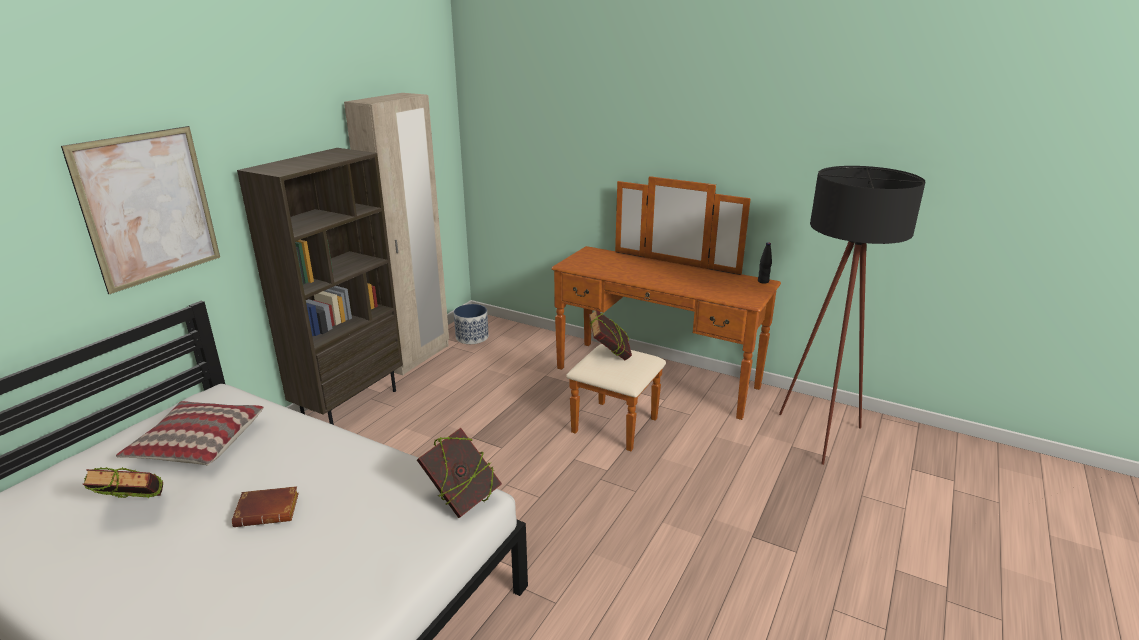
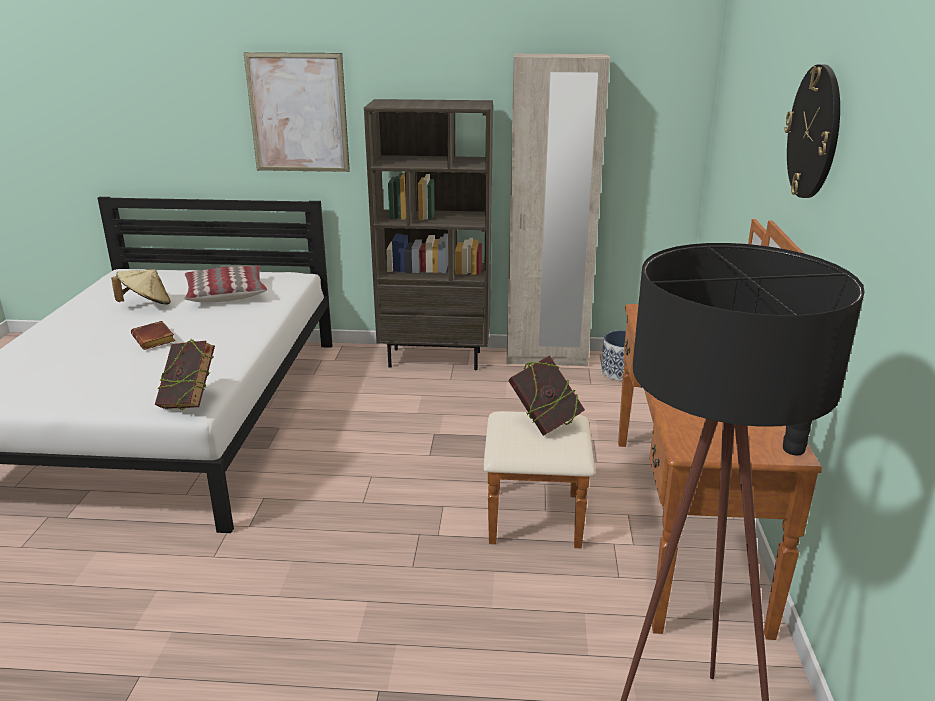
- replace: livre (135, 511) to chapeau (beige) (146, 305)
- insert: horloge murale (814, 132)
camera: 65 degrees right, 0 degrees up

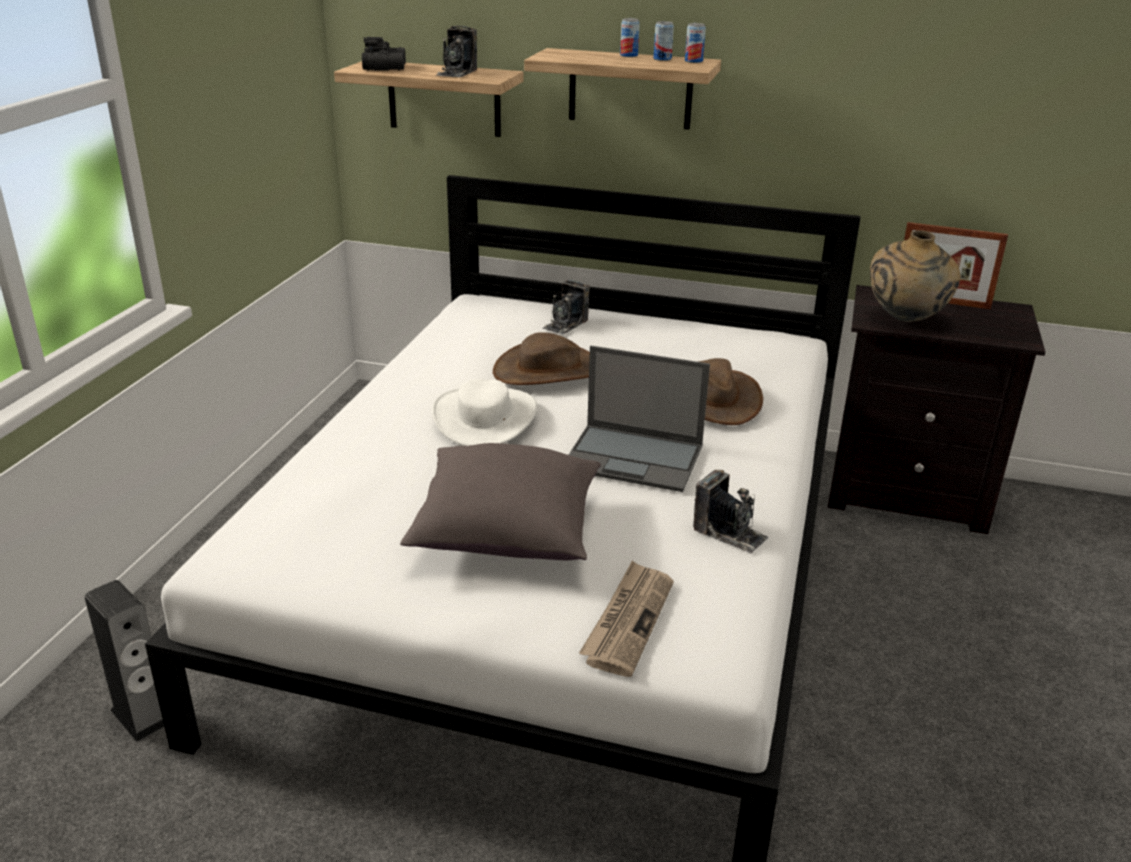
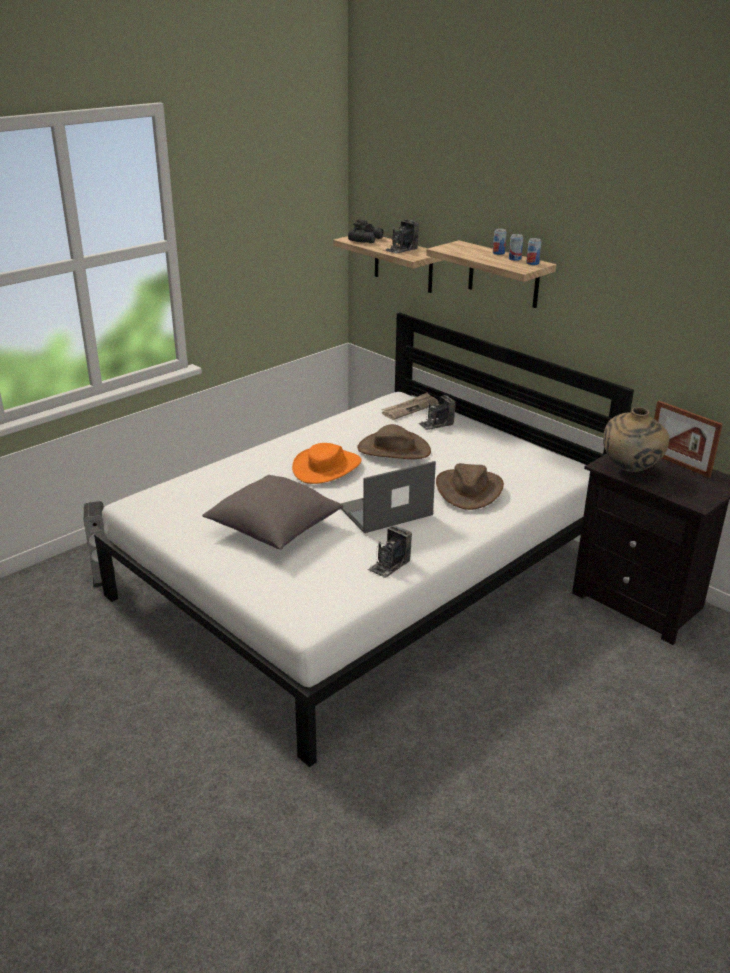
- recolor: chapeau (blanc) (485, 418) to chapeau (orange) (327, 467)
- rotate: ordinateur portable (635, 458) = (384, 511) 105 degrees clockwise
- move: journal (628, 620) to (410, 408)
- rotate: appareil photo (729, 533) = (389, 565) 60 degrees clockwise
camera: 30 degrees right, 0 degrees up

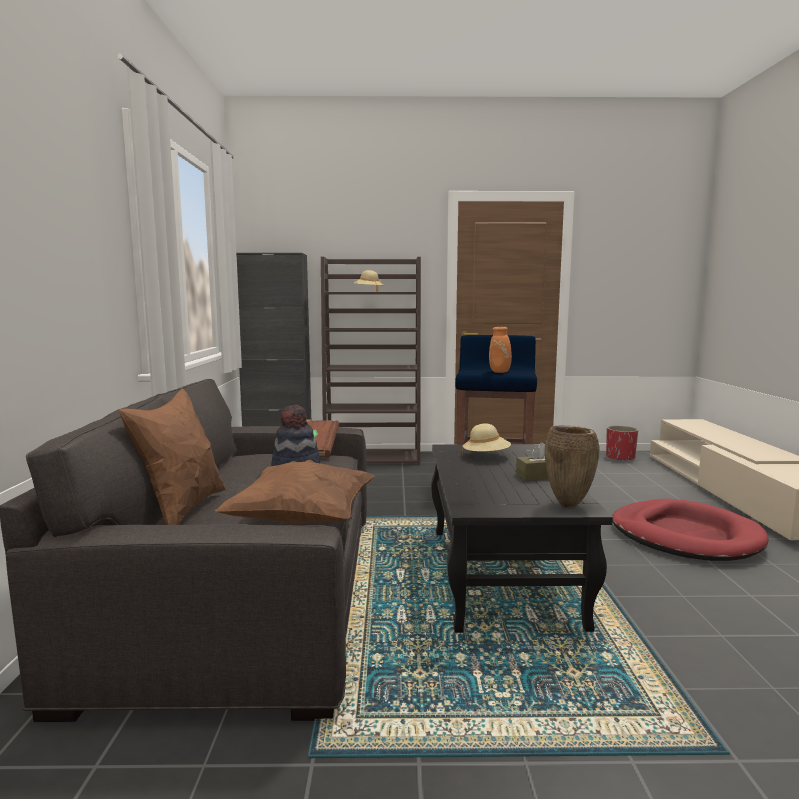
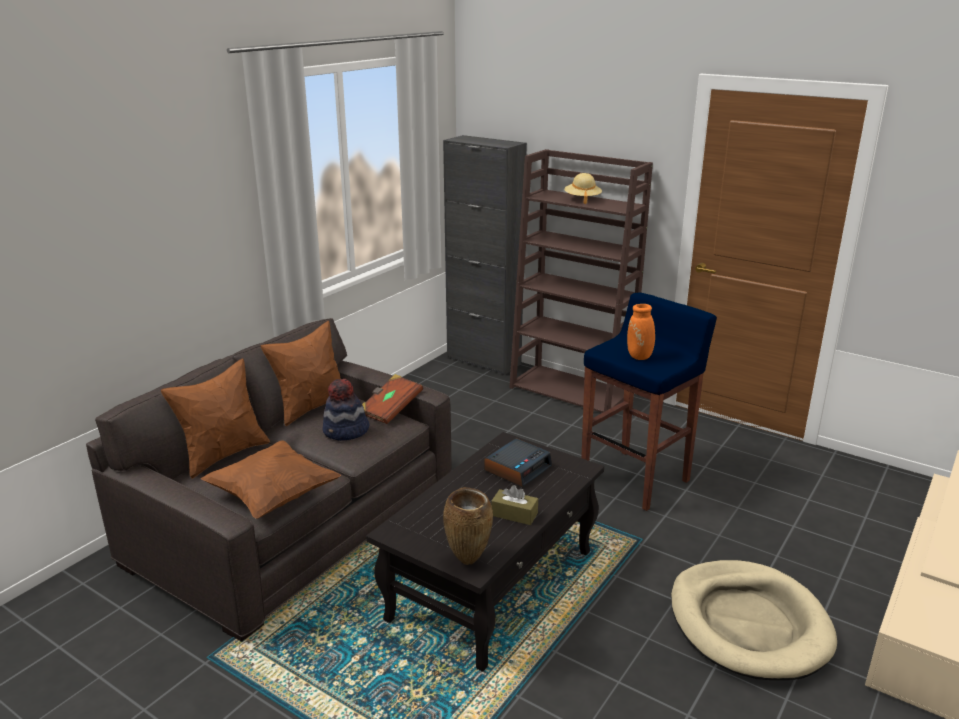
- replace: chapeau (beige) (486, 456) to réveil (518, 468)
- delete: cache-pot (rouge) (620, 458)
- recolor: panier pour chien (rouge) (685, 536) to panier pour chien (beige) (748, 624)
- insert: coussin (marron) (311, 407)
camera: 35 degrees right, 15 degrees up

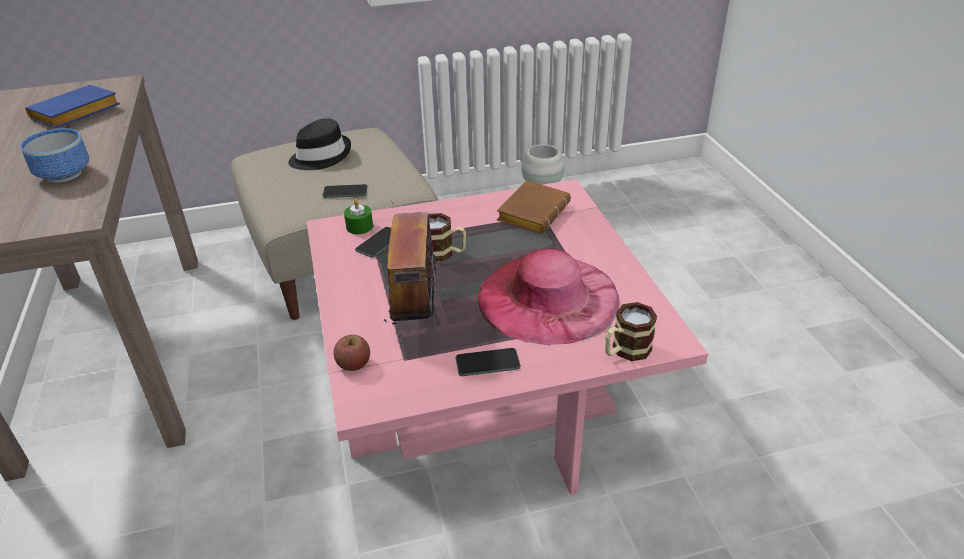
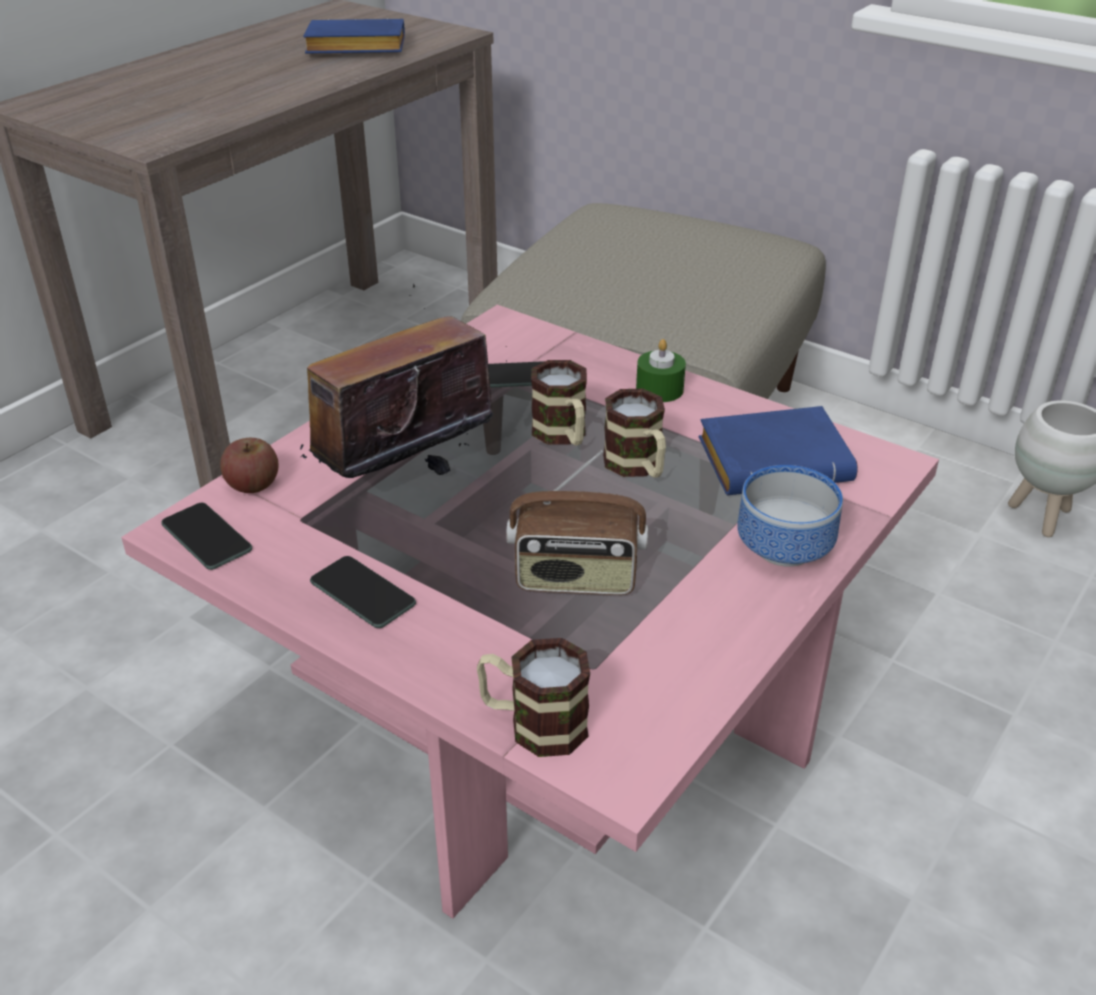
- move: bol (67, 174) to (788, 548)
- delete: chapeau (noir) (320, 156)
- move: téléphone (345, 192) to (206, 537)
- move: bougie (vert) (359, 227) to (659, 389)
- replace: chapeau (rose) (548, 297) to radio (576, 578)
- recolor: livre (marron) (532, 212) to livre (bleu) (776, 460)
- insert: mug (638, 467)
camera: 50 degrees right, 0 degrees up

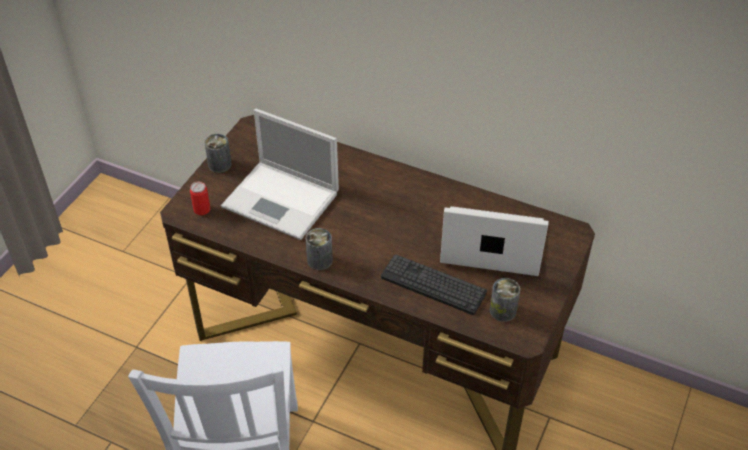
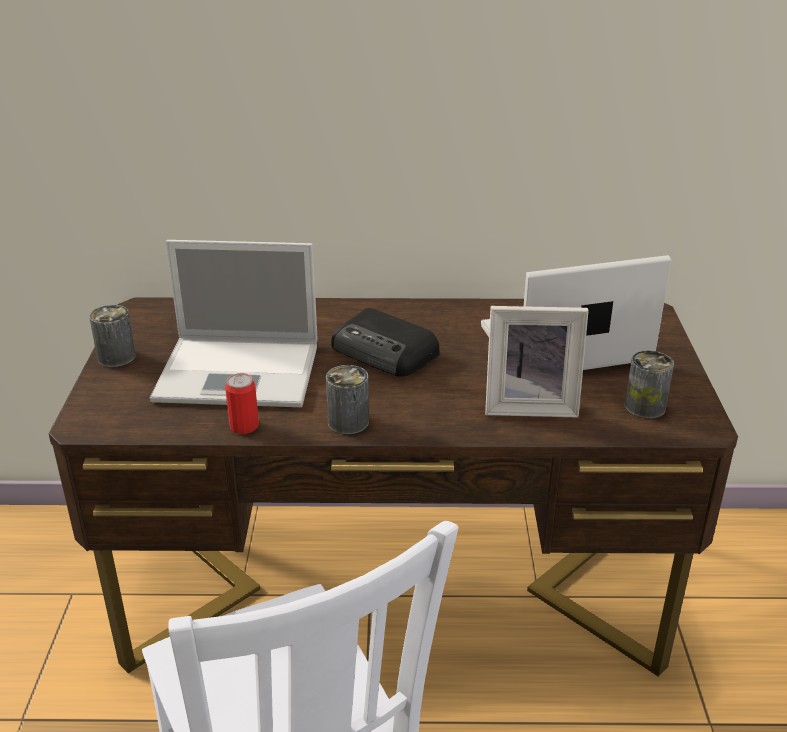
- move: boîte métallique (202, 209) to (244, 426)
- replace: clavier (433, 285) to cadre photo (530, 405)
- insert: radio (385, 352)
camera: 25 degrees left, 15 degrees down

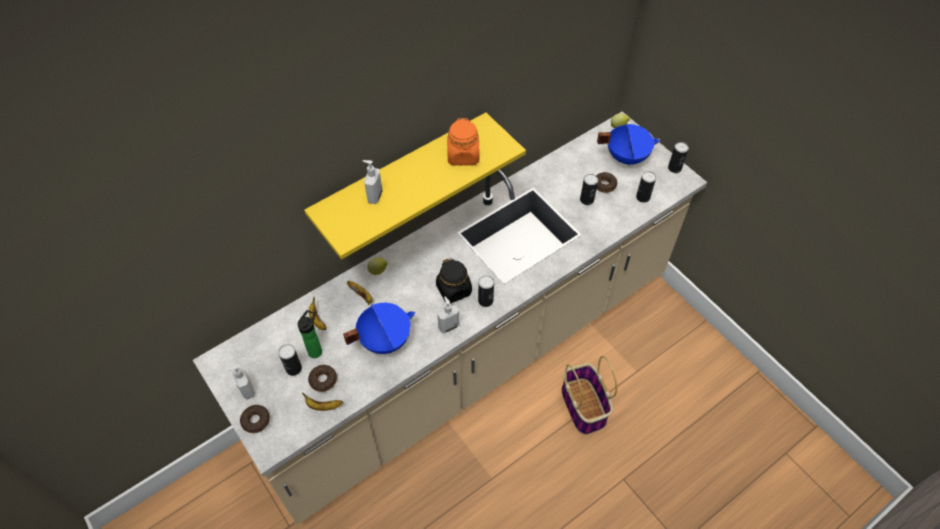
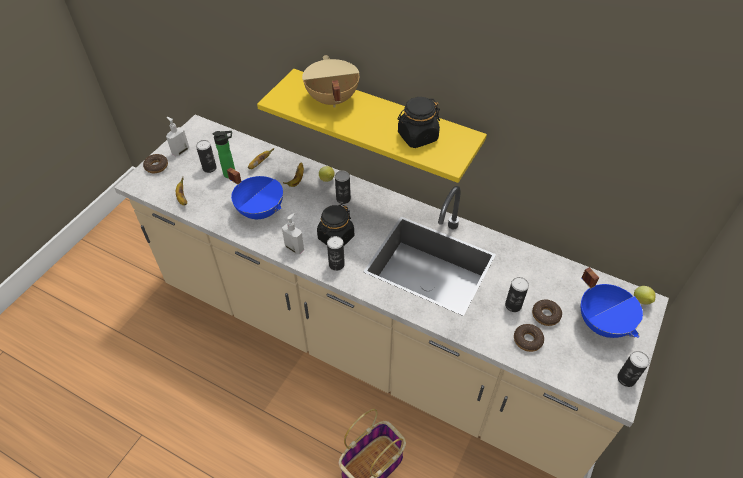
- move: beignet (323, 380) to (527, 340)
- replace: distributeur de savon (374, 196) to marmite (beige) (331, 99)
- recolor: bocal (orange) (463, 155) to bocal (noir) (417, 137)
- move: boîte métallique (643, 197) to (343, 199)
camera: 65 degrees right, 5 degrees down

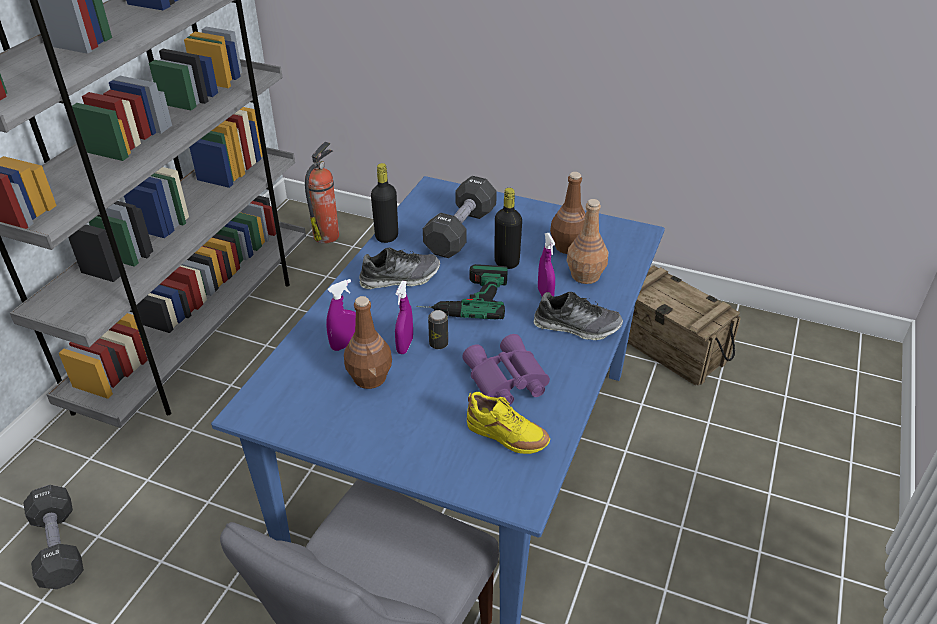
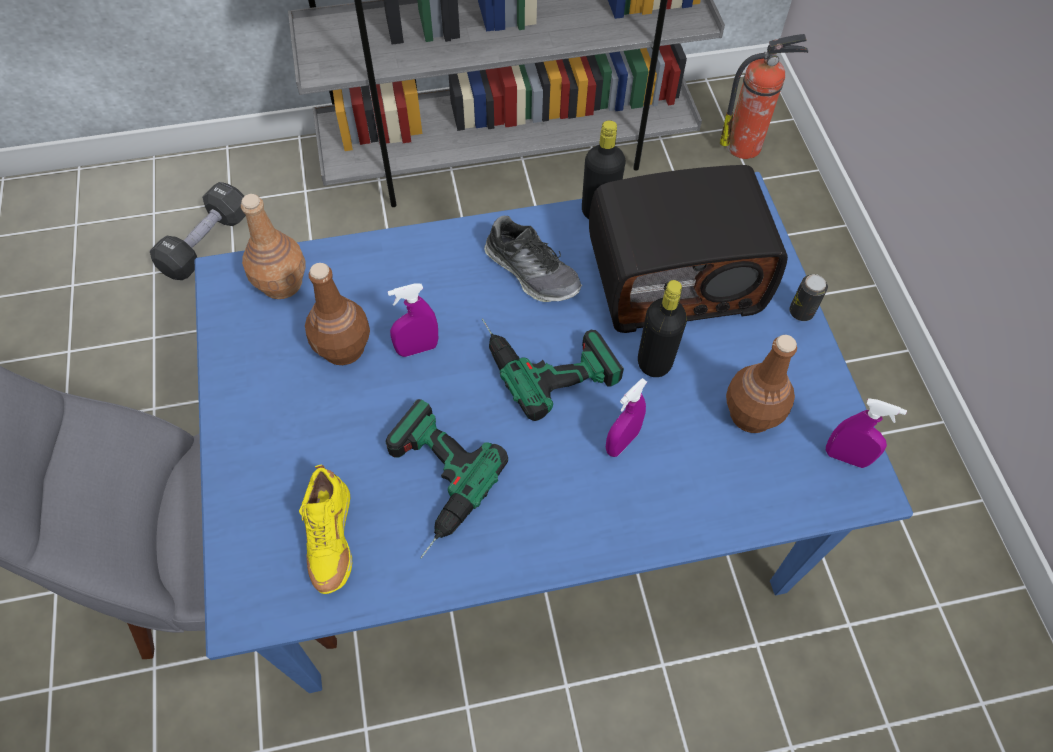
- move: vaporisateur (violet) (345, 345) to (846, 457)
- replace: haltère (noir) (460, 232) to radio (675, 277)
- move: boîte métallique (438, 344) to (801, 312)
- replace: jumelles (violet) (505, 380) to perceuse (428, 485)
- delete: chaussure (577, 326)
- move: bouteille (marron) (586, 275) to (281, 283)
- delete: caisse (669, 346)
camera: 55 degrees right, 20 degrees up

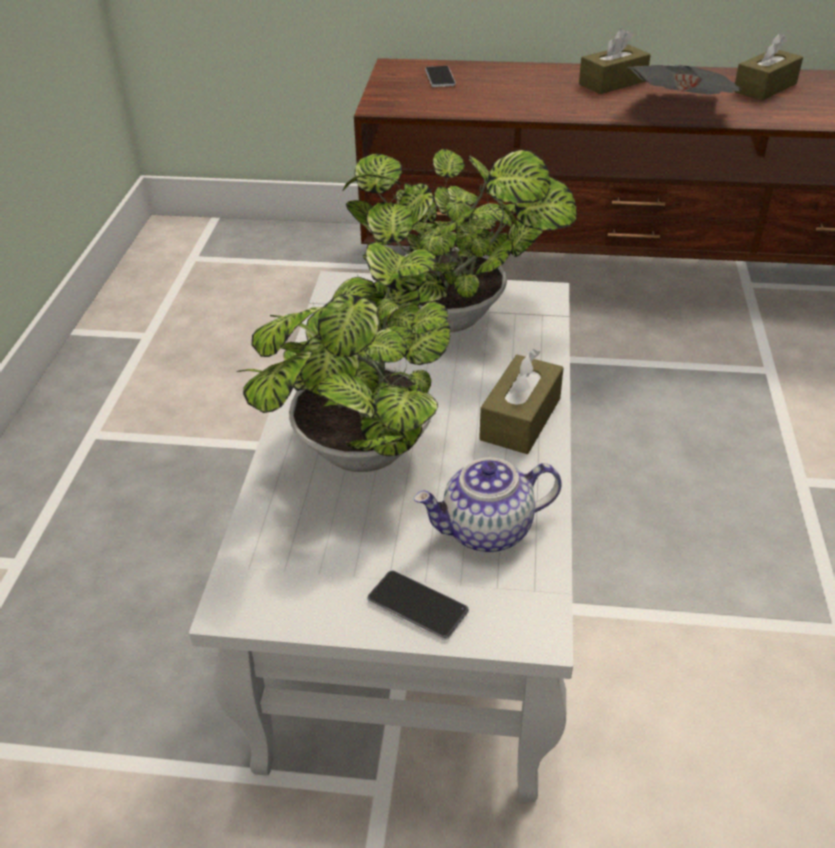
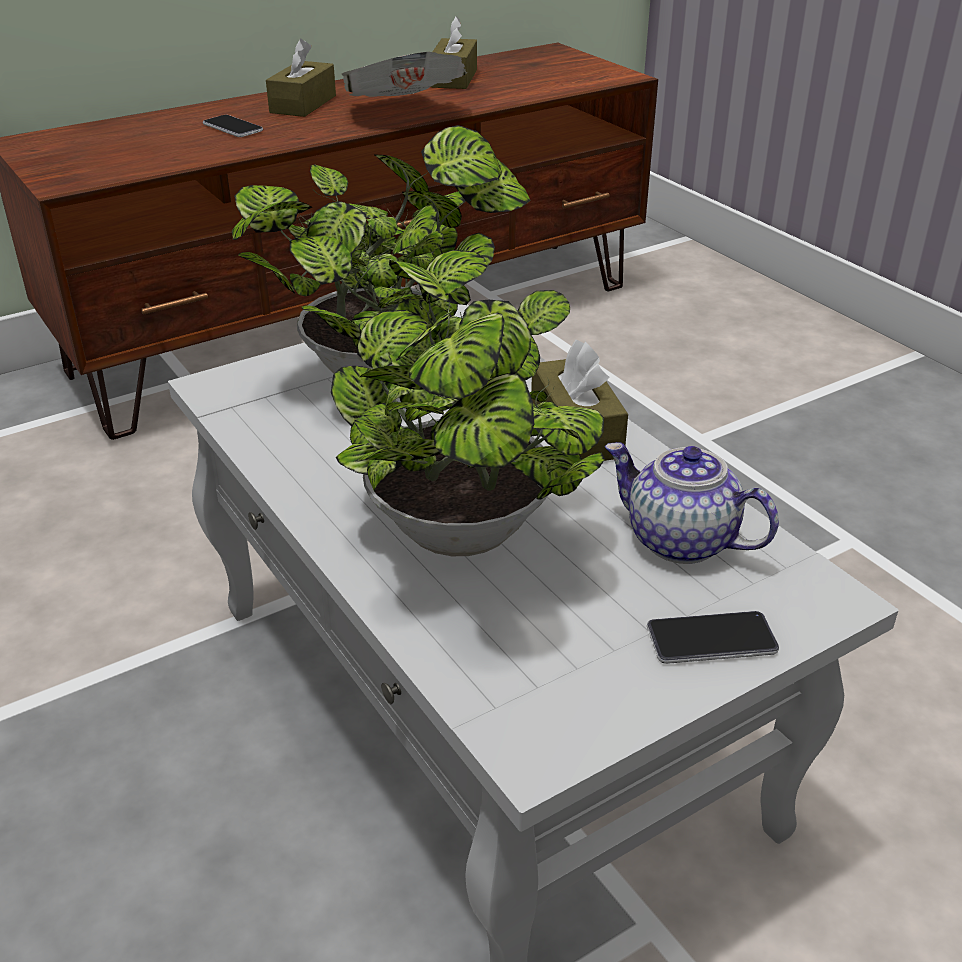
- rotate: théière (486, 531) = (679, 540) 90 degrees clockwise
- move: téléphone (440, 78) to (233, 127)
camera: 40 degrees left, 5 degrees down

